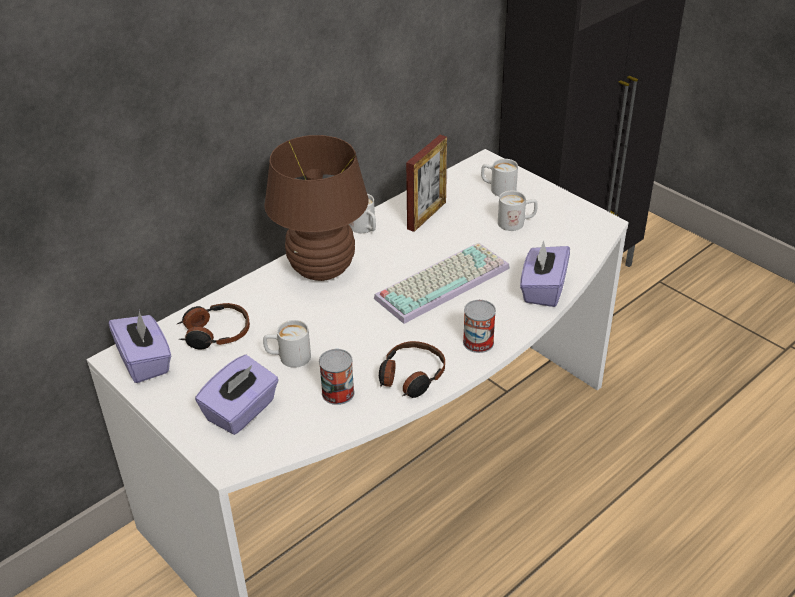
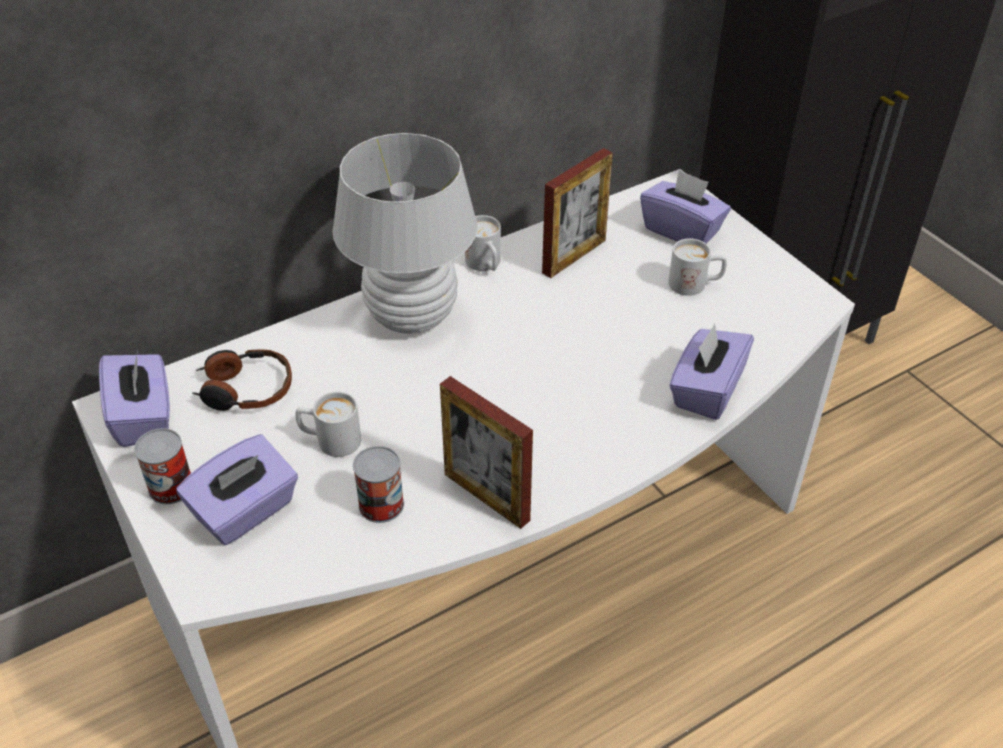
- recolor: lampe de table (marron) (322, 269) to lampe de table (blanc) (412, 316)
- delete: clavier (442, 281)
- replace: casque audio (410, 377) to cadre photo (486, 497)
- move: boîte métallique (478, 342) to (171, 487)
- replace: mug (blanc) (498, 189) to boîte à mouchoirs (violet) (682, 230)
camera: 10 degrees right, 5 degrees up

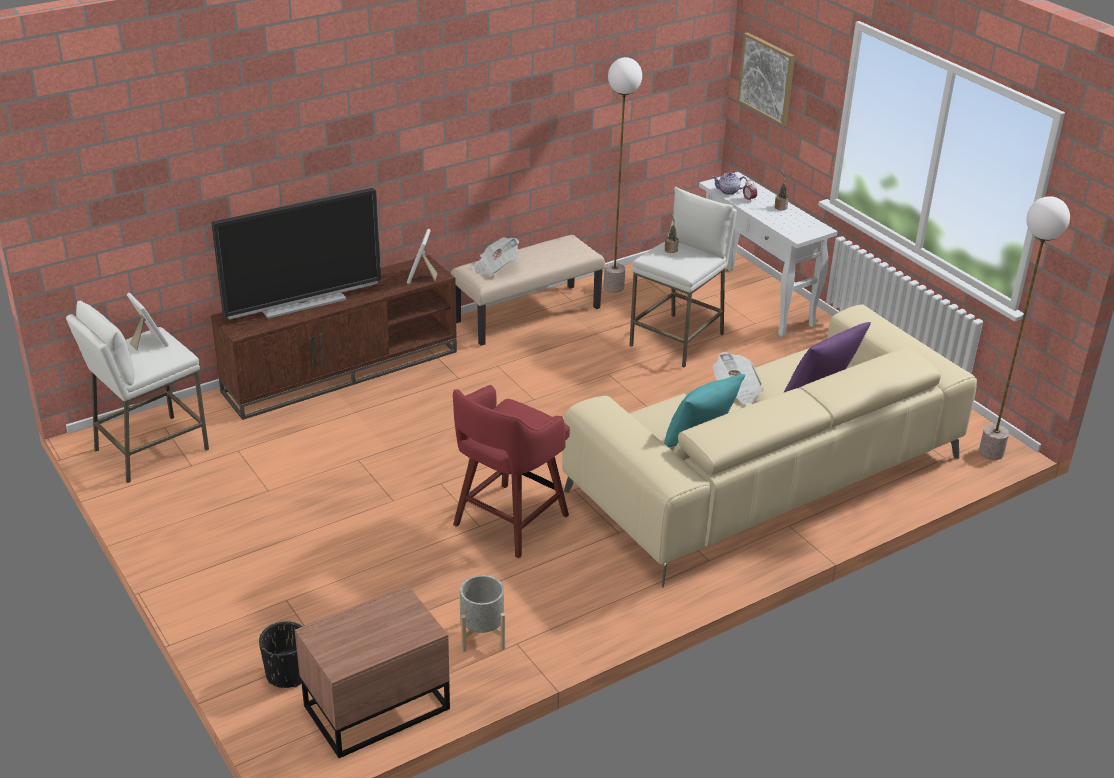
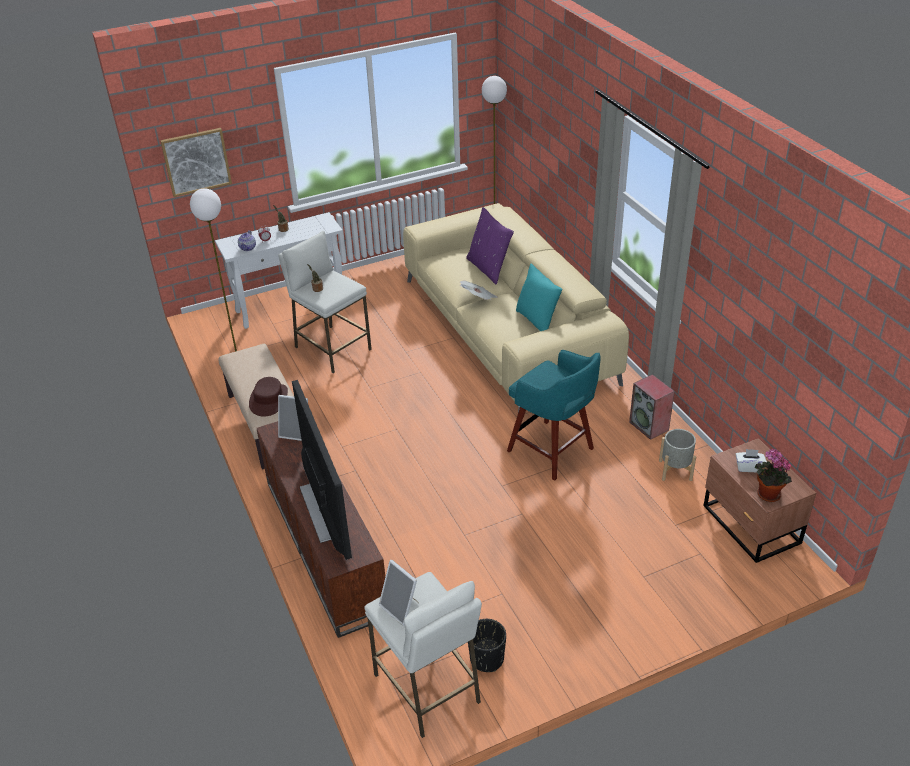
- rotate: cadre photo (148, 342) = (401, 608) 105 degrees counterclockwise
- move: cache-pot (noir) (287, 674) to (487, 659)
- recolor: tabouret (rouge) (508, 522) to tabouret (turquoise) (552, 451)
- replace: journal (495, 268) to chapeau (marron) (269, 400)
- insert: enceinte (649, 426)
- insert: boîte à mouchoirs (blanc) (749, 467)
- insert: plante en pot (766, 495)
camera: 80 degrees left, 5 degrees up

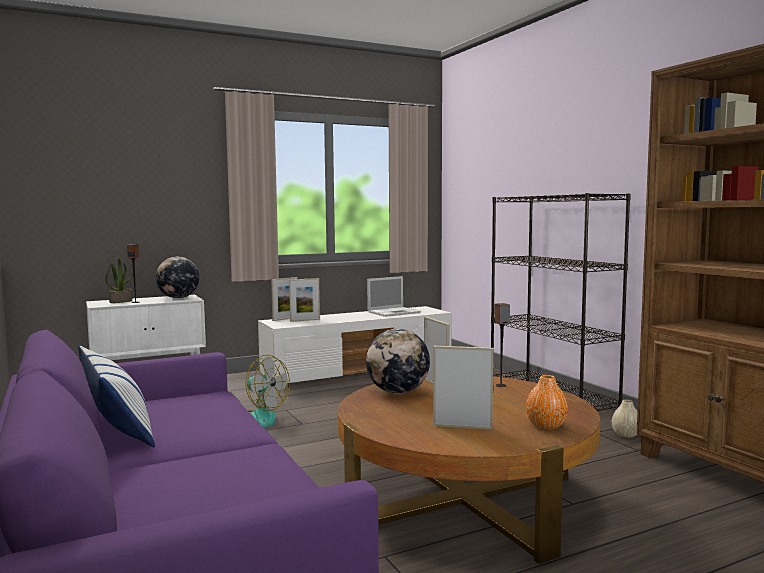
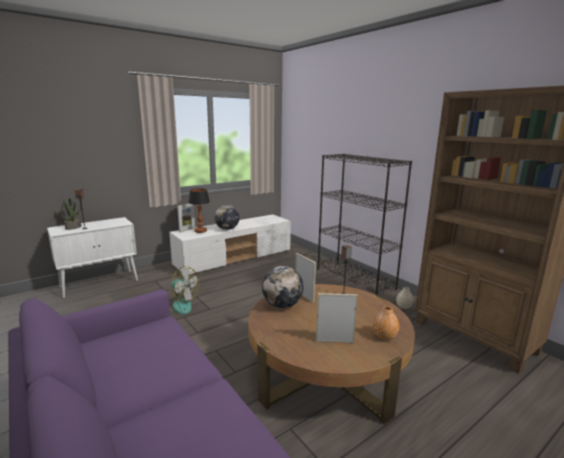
- delete: coussin (116, 425)
- move: globe (178, 298) to (227, 229)
- replace: cadre photo (305, 320) to lampe de table (200, 231)
- delete: ordinateur portable (394, 312)
camera: 10 degrees left, 10 degrees up

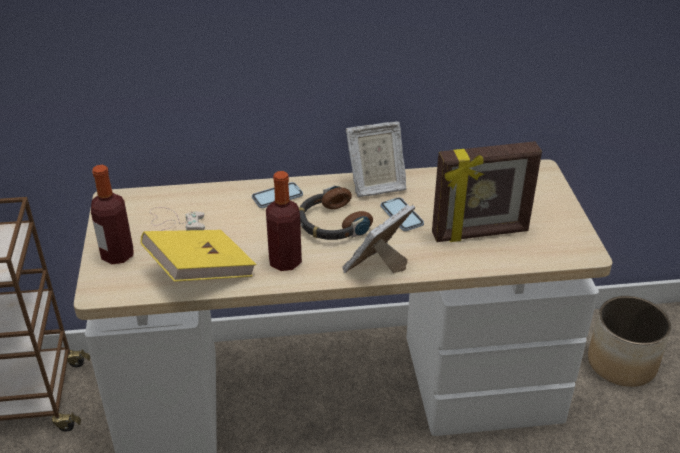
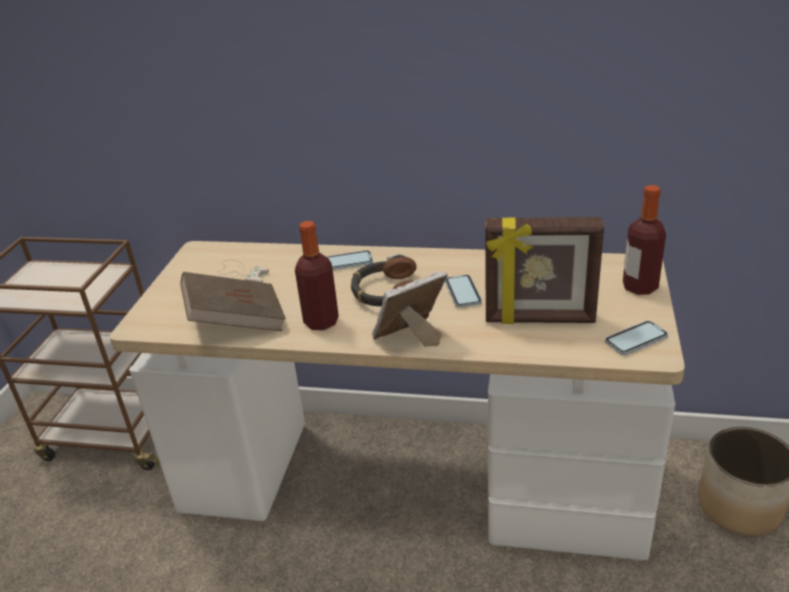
- move: bouteille (117, 255) to (640, 287)
- recolor: livre (jaune) (200, 272) to livre (marron) (236, 321)
- delete: cadre photo (375, 186)
- insert: téléphone (636, 339)
camera: 20 degrees right, 5 degrees down

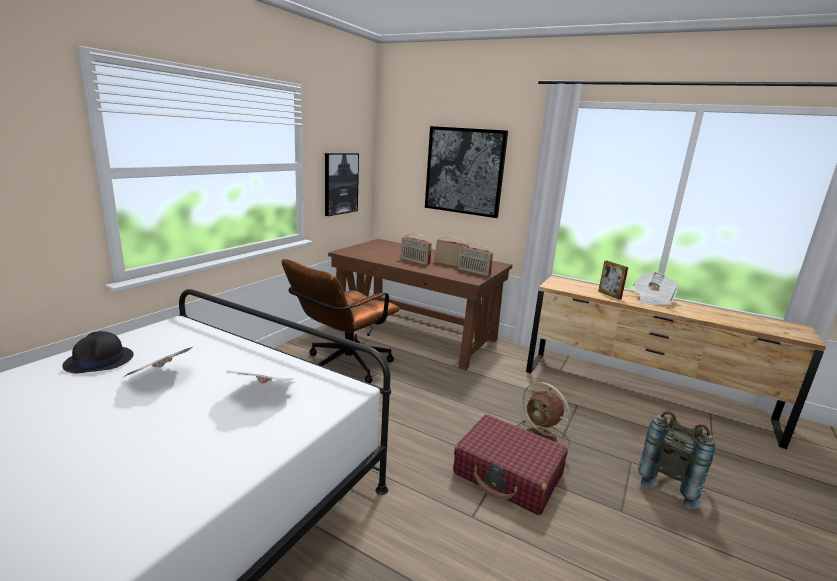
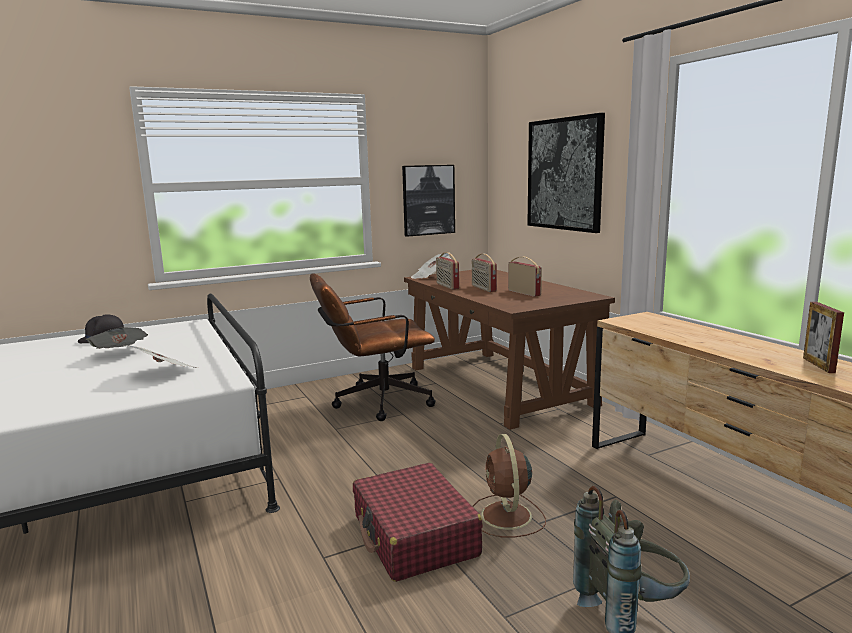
- move: radio (473, 272) to (447, 286)
- move: cadre photo (609, 295) to (818, 365)
- move: journal (651, 299) to (431, 277)
camera: 35 degrees right, 5 degrees down

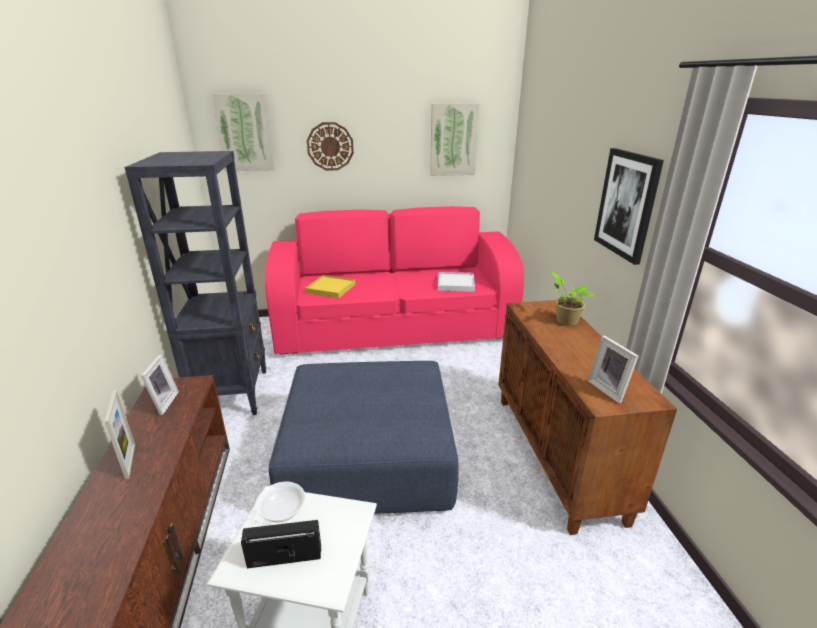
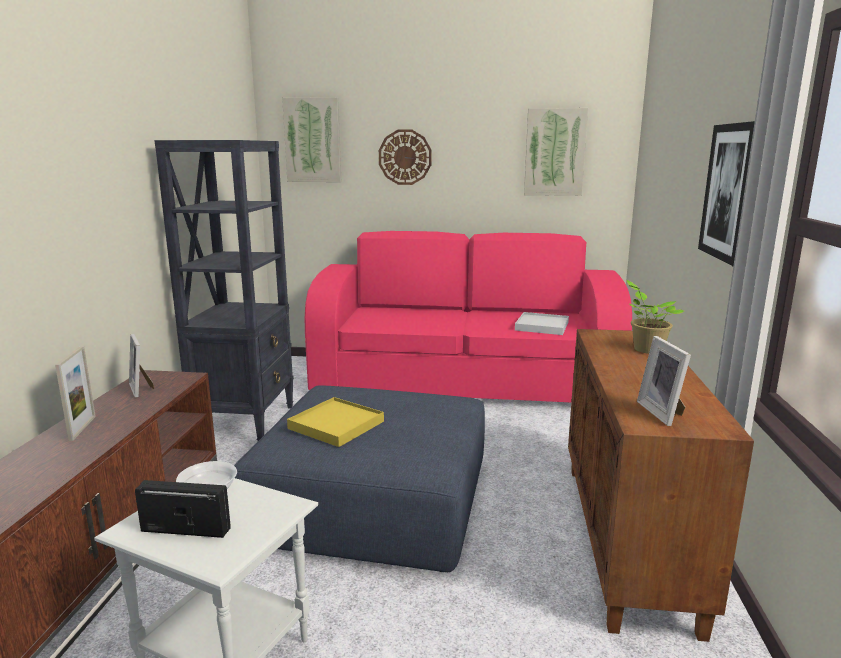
- rotate: cadre photo (162, 403) = (142, 389) 135 degrees clockwise
- move: plateau (jaune) (330, 288) to (336, 425)
camera: 15 degrees right, 10 degrees down

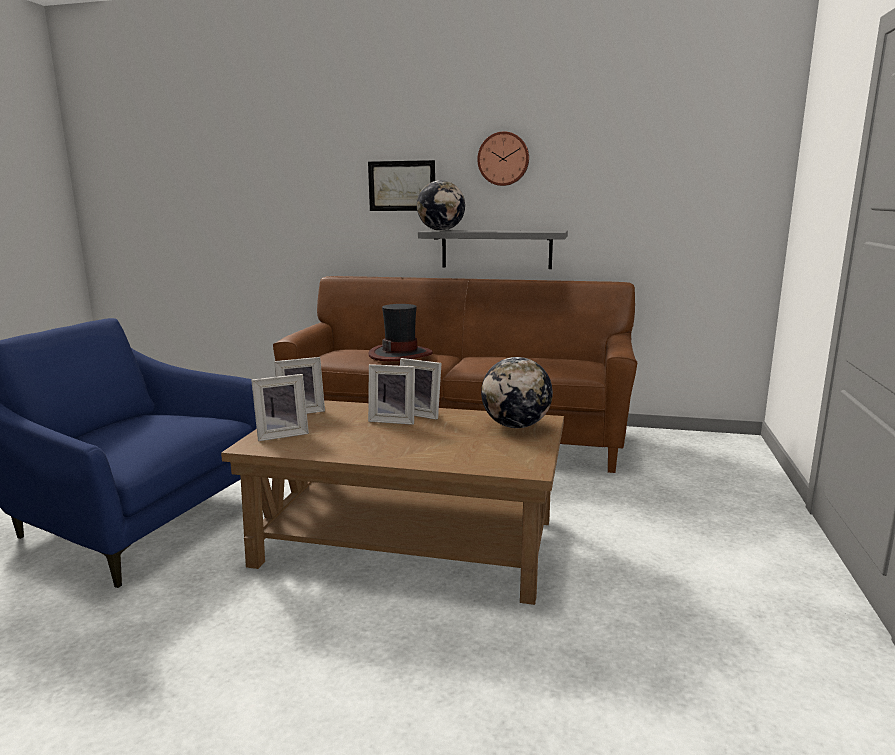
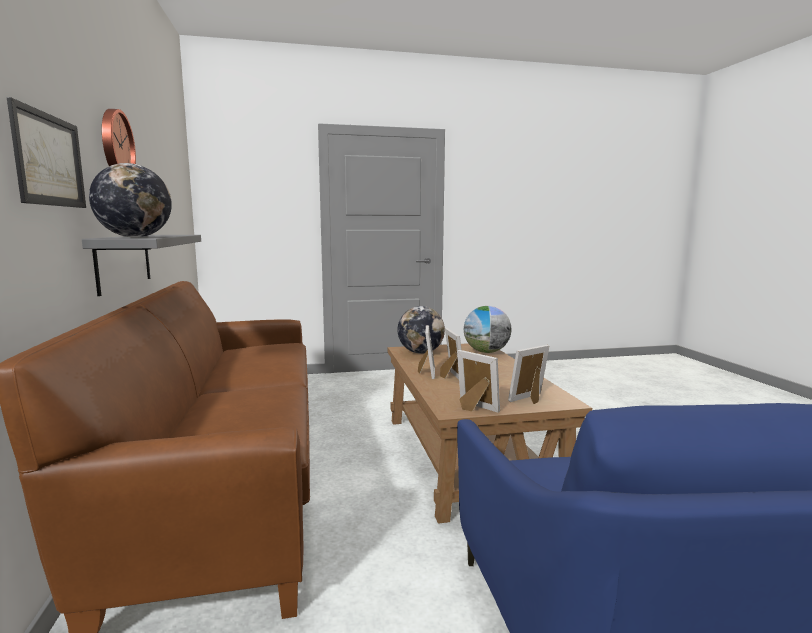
- rotate: cadre photo (282, 434) = (530, 400) 75 degrees counterclockwise
- delete: chapeau (400, 354)
- insert: globe (486, 352)
camera: 115 degrees left, 5 degrees down

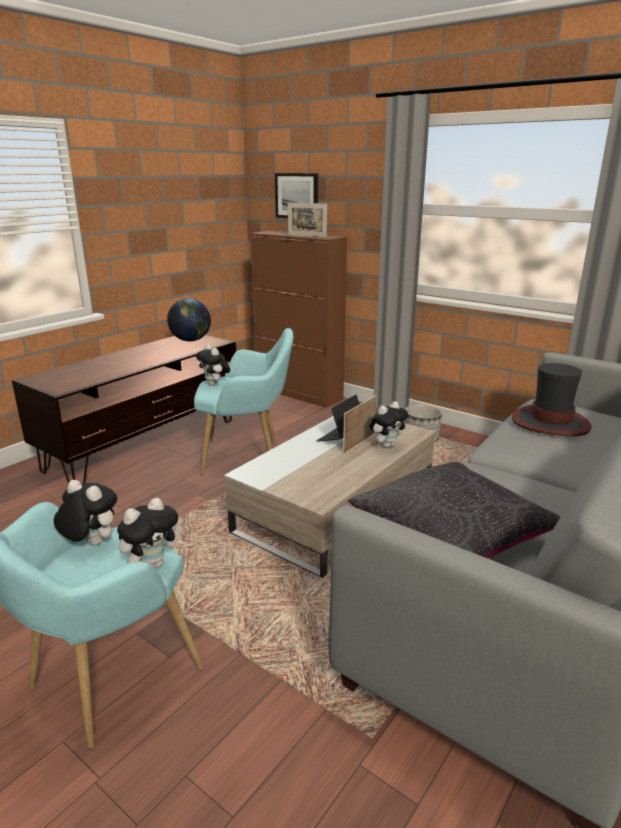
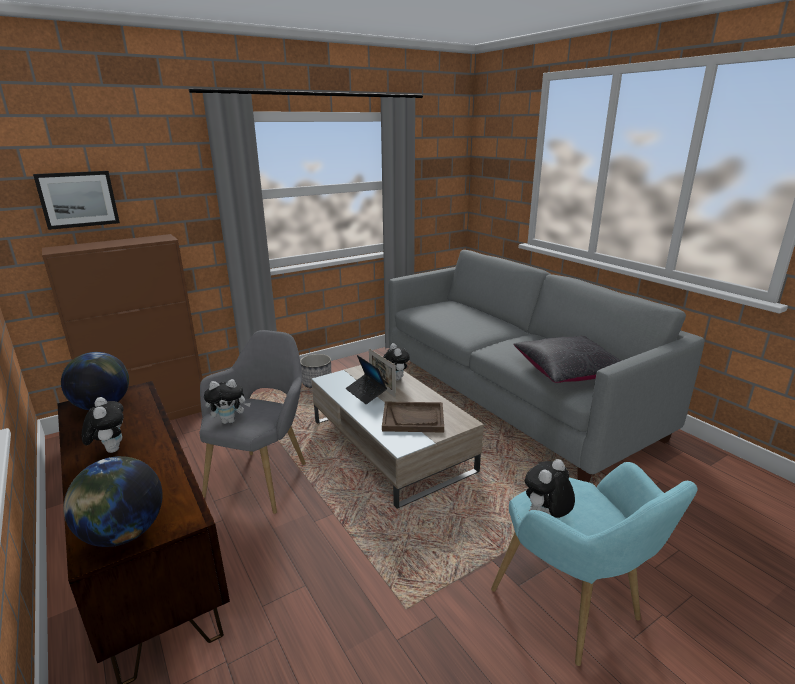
- move: peluche (152, 565) to (110, 449)
- recolor: fauteuil (turquoise) (247, 456) to fauteuil (gris) (263, 476)
- delete: cadre photo (307, 236)
- delete: chapeau (549, 422)
- insert: globe (123, 534)
- insert: plateau (marron) (413, 418)
camera: 70 degrees left, 0 degrees up

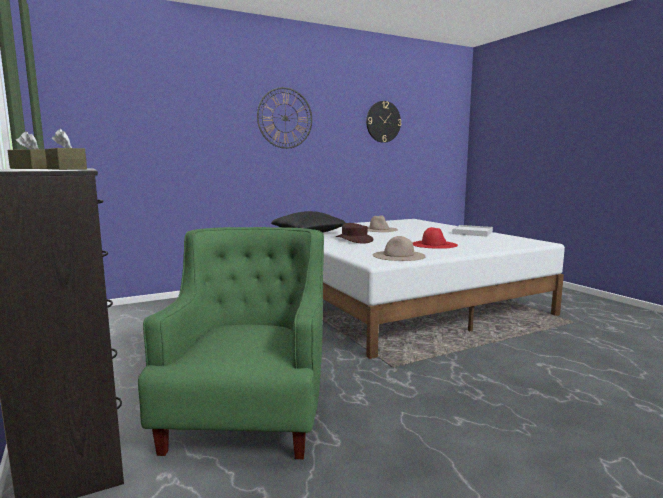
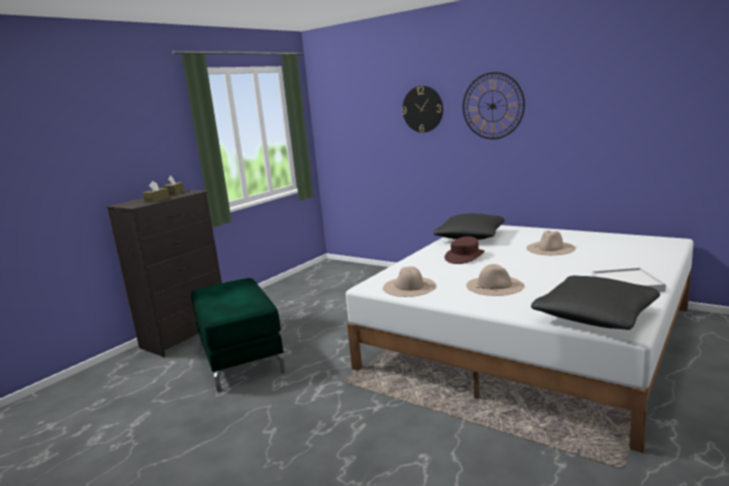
- replace: fauteuil (vert) (248, 412) to pouf (vert) (241, 357)
- move: horloge murale (383, 121) to (422, 109)
- recolor: chapeau (rouge) (434, 244) to chapeau (beige) (494, 285)
- insert: coussin (noir) (595, 316)
camera: 65 degrees right, 5 degrees up

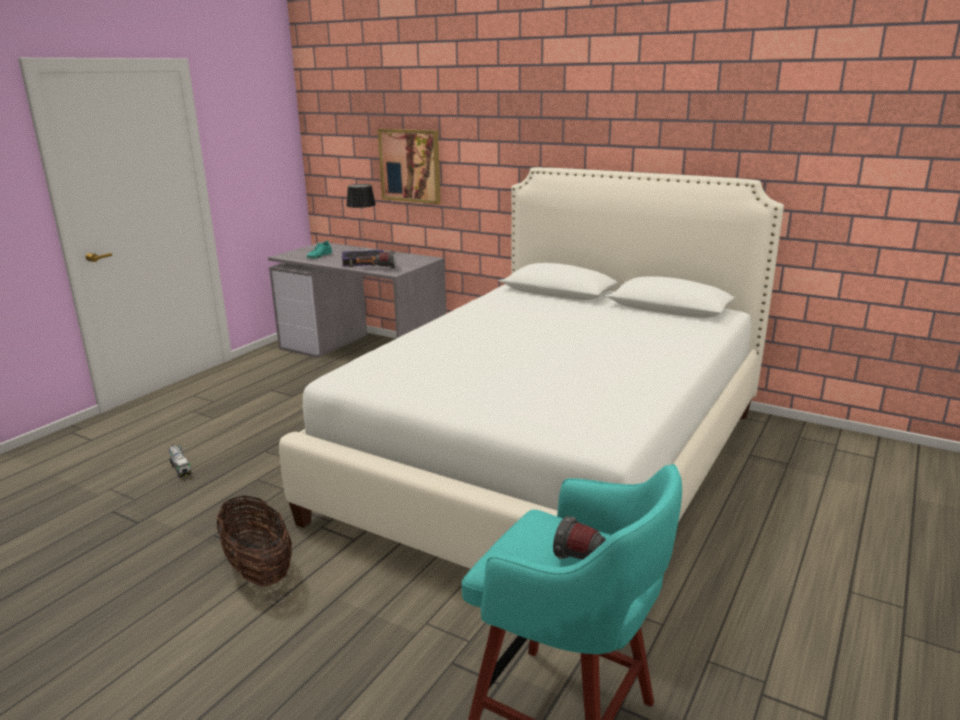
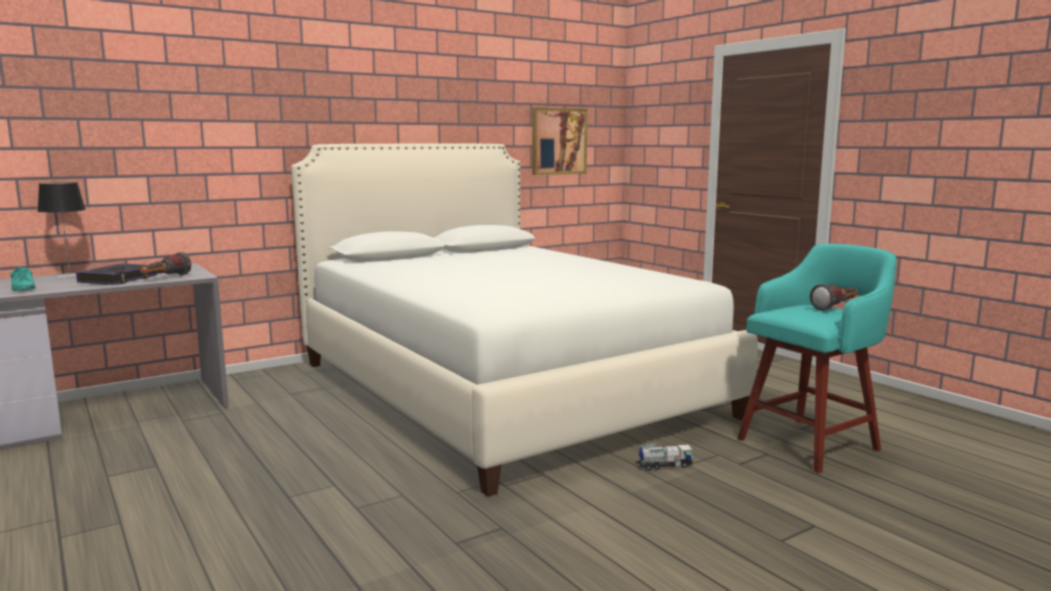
- move: camion jouet (180, 468) to (664, 466)
- delete: panier (259, 570)
- move: tableau (410, 165) to (558, 141)
camera: 65 degrees left, 10 degrees down

